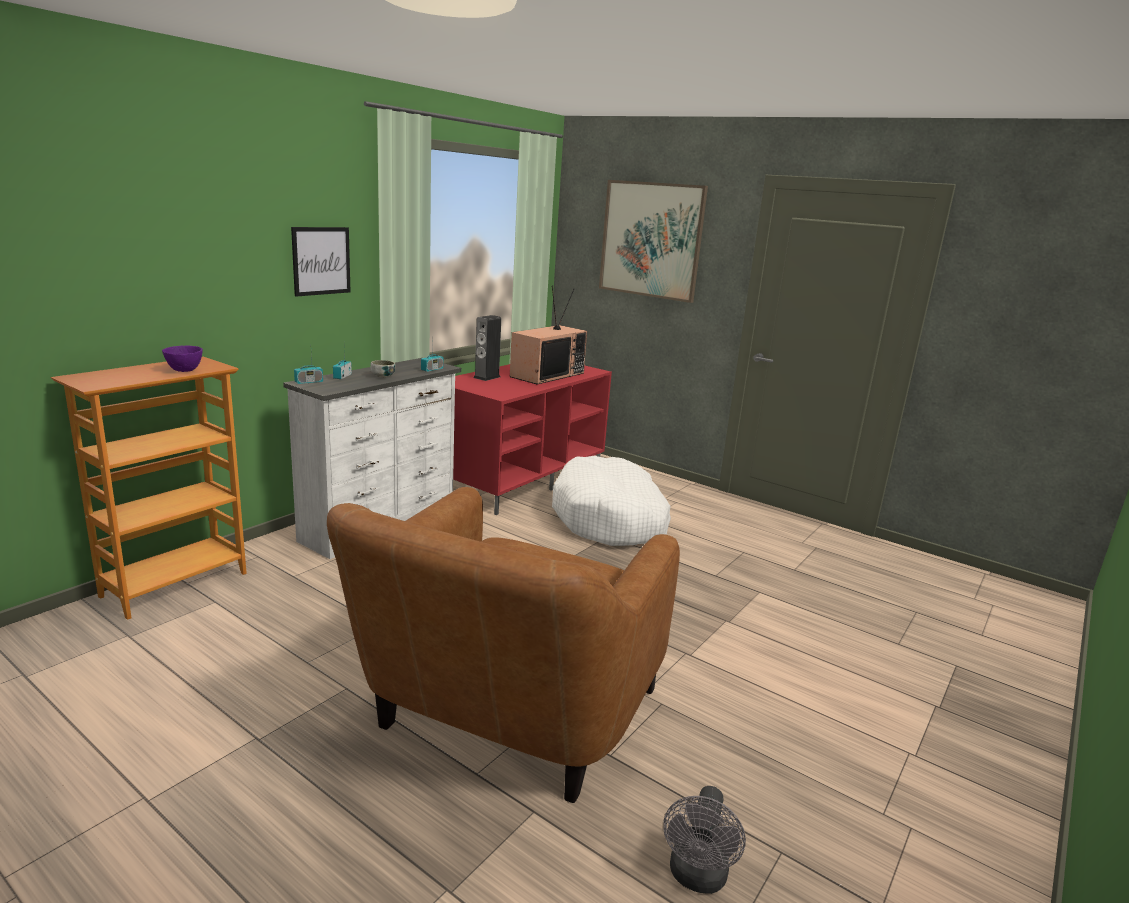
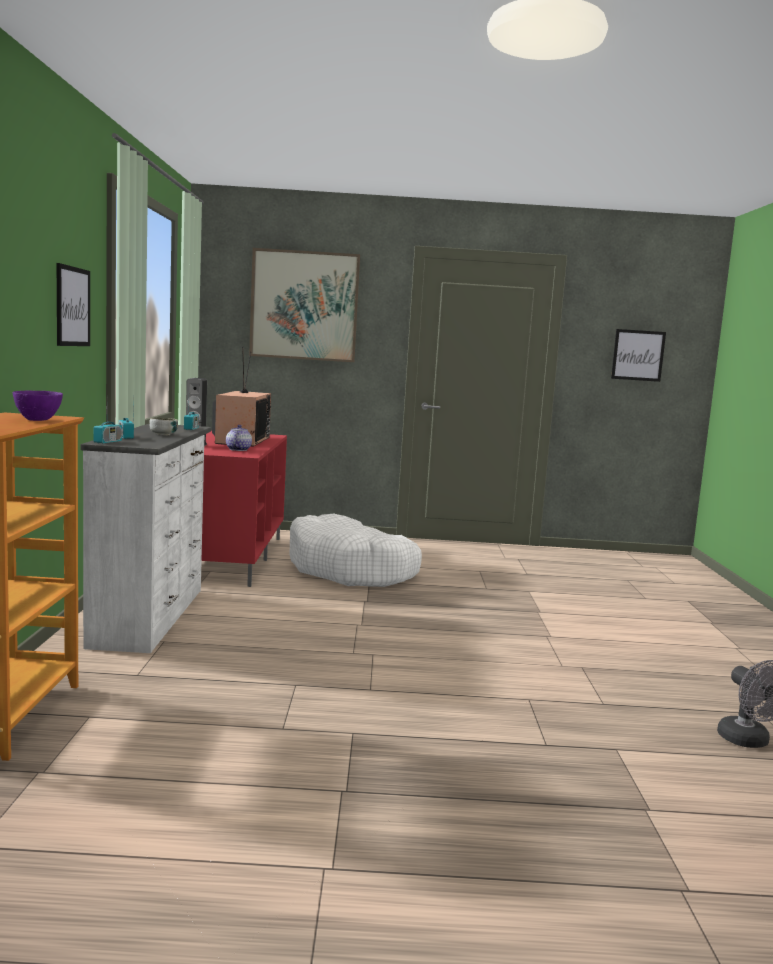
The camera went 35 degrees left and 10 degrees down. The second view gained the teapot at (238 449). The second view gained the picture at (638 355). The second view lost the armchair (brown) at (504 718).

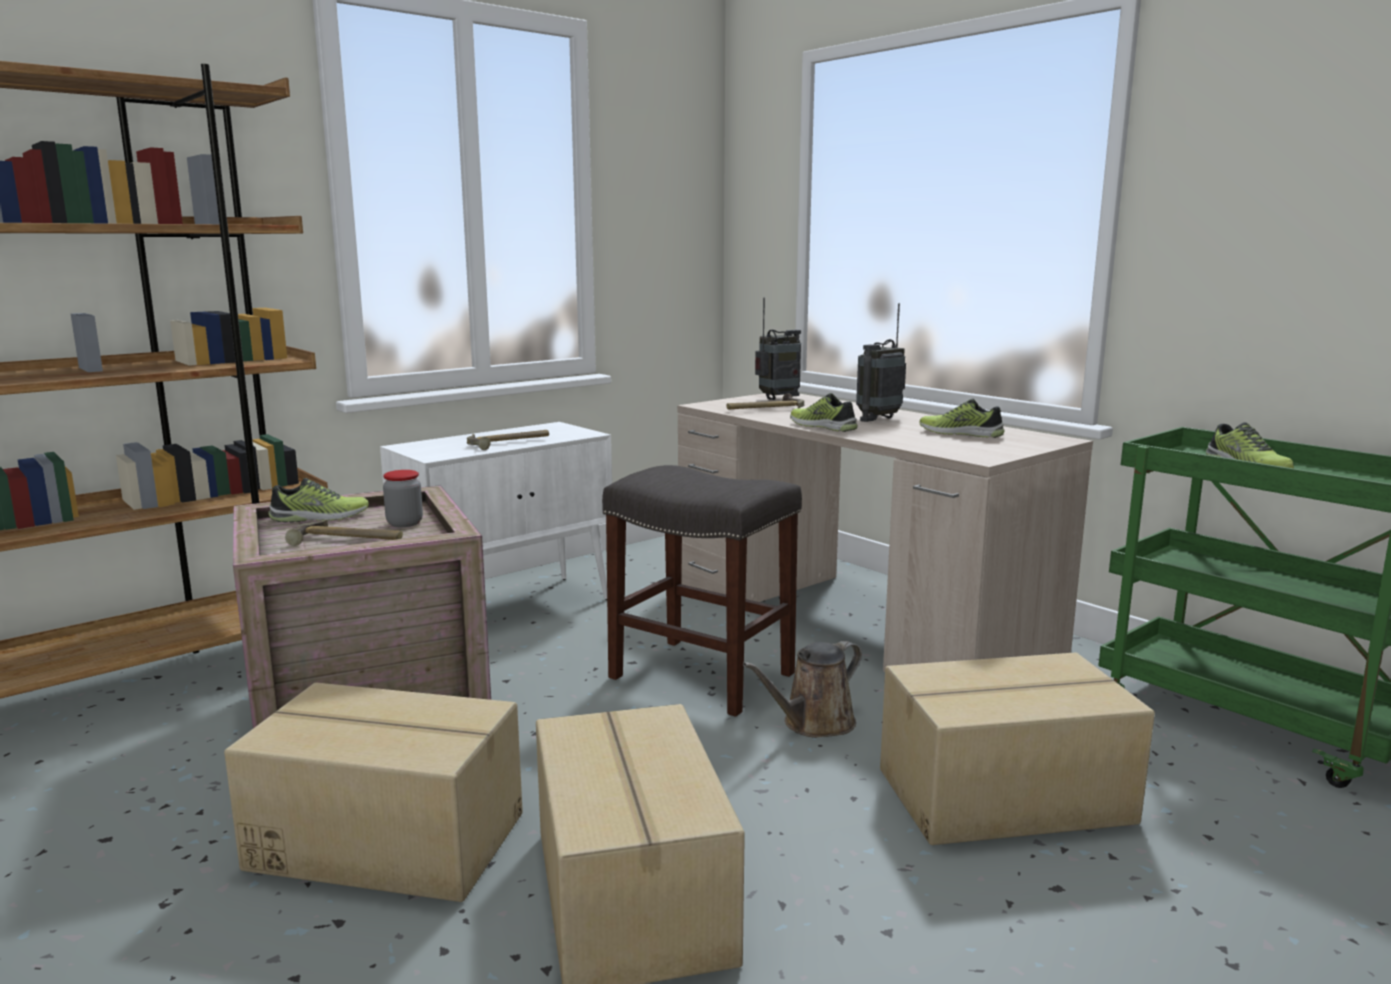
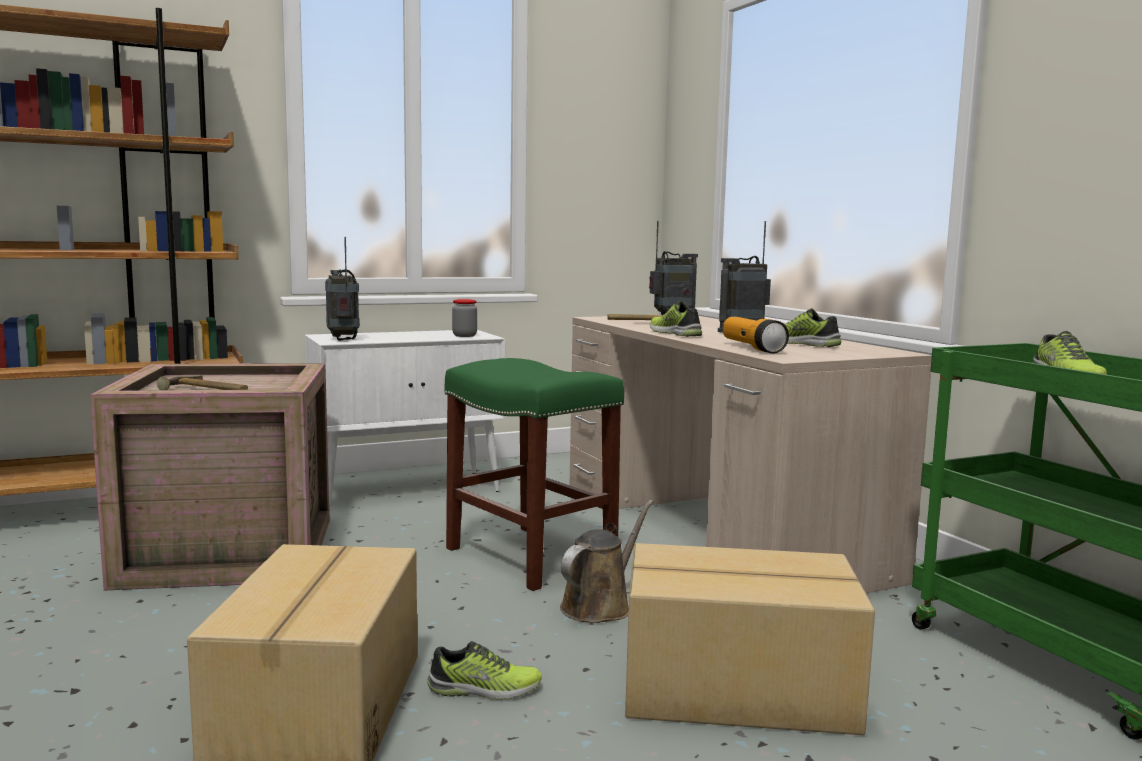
The camera went 15 degrees right and 5 degrees down. The second view gained the radio at (343 339). The shoe ended up elsewhere, having gone from (319 517) to (484 690). What was the stool (grey) at (699 675) turned into the stool (green) at (527 556). The jar ended up elsewhere, having gone from (404 523) to (464 336). The watering can (brown) at (813 724) ended up facing another way, 150 degrees clockwise from before. The second view gained the flashlight at (752 348). The second view lost the cardboard box at (388 839). The second view lost the hammer at (510 443).

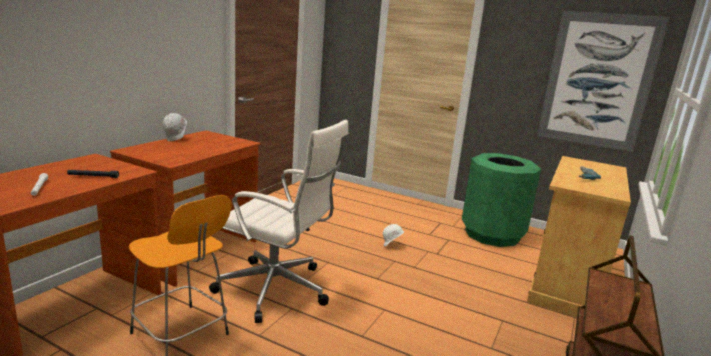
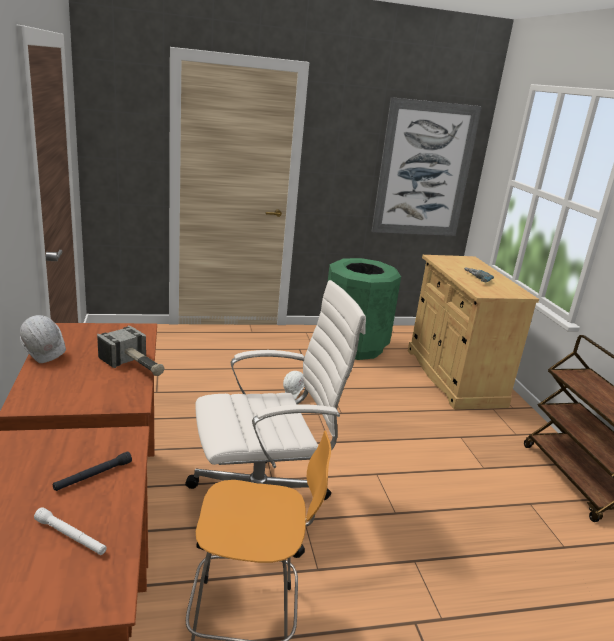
The camera went 40 degrees left and 5 degrees up. The second view gained the hammer at (135 366).

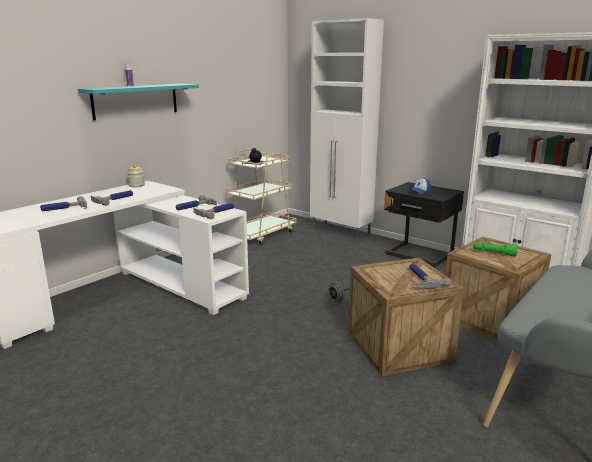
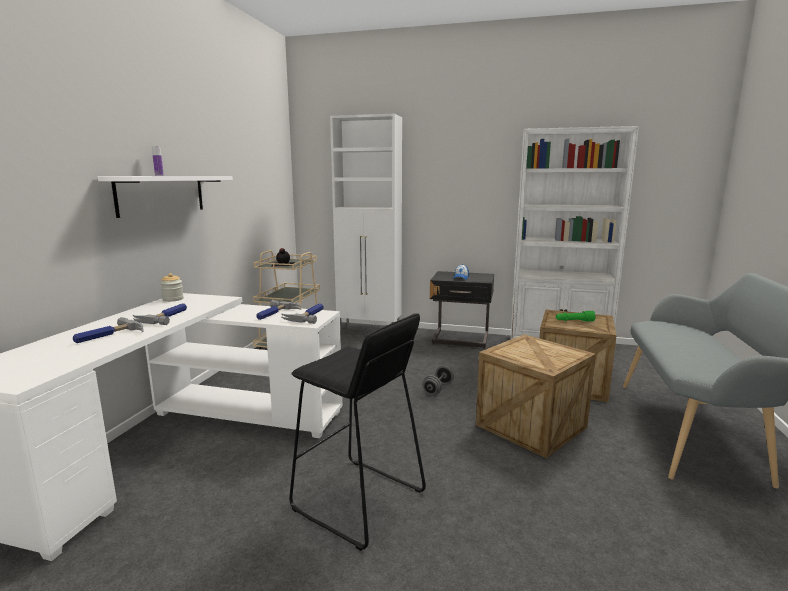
The camera went 25 degrees left and 5 degrees down. What was the shelf (turquoise) at (136 101) turned into the shelf (white) at (162 194). The second view gained the stool (black) at (358 501). The second view lost the hammer at (420 279).

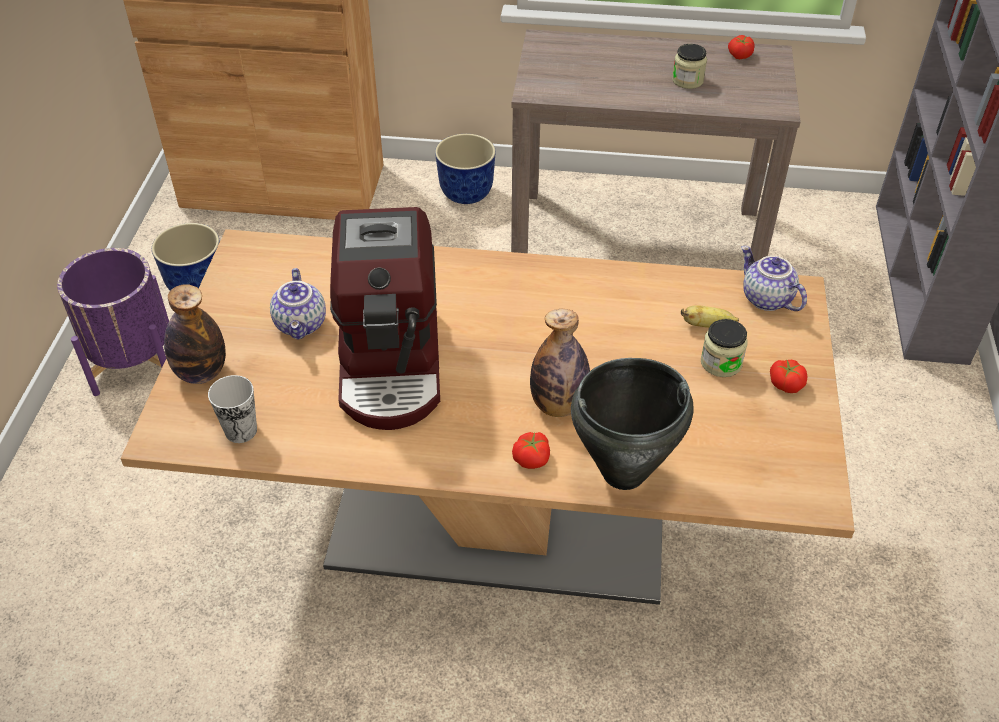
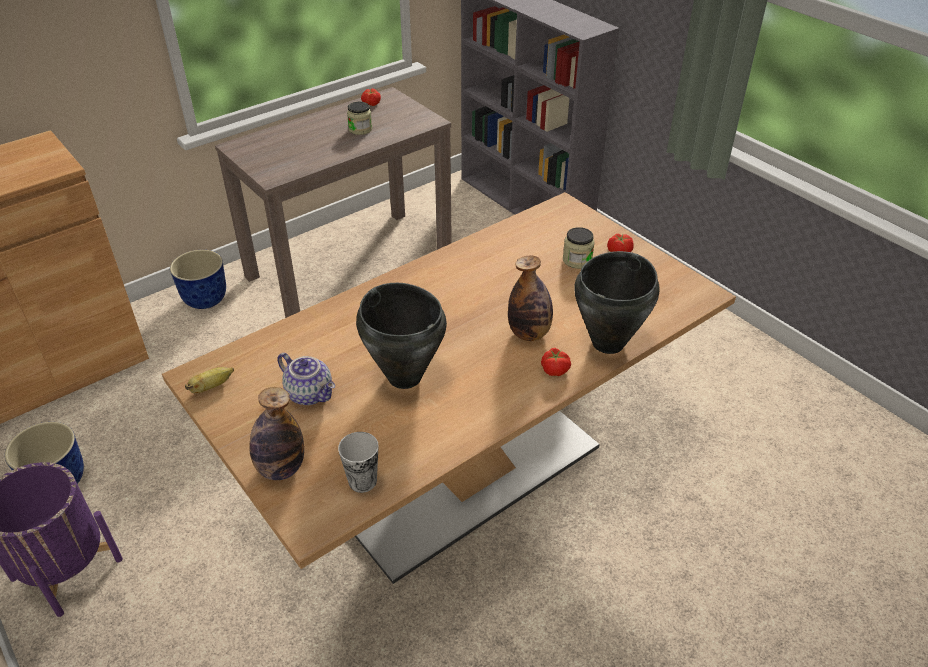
The camera went 45 degrees left and 5 degrees down. The banana ended up elsewhere, having gone from (707 326) to (211 387). Where the coffee machine stood at (392 364), the cooking pot (black) came to stand at (405 376). The second view lost the teapot at (765 299).

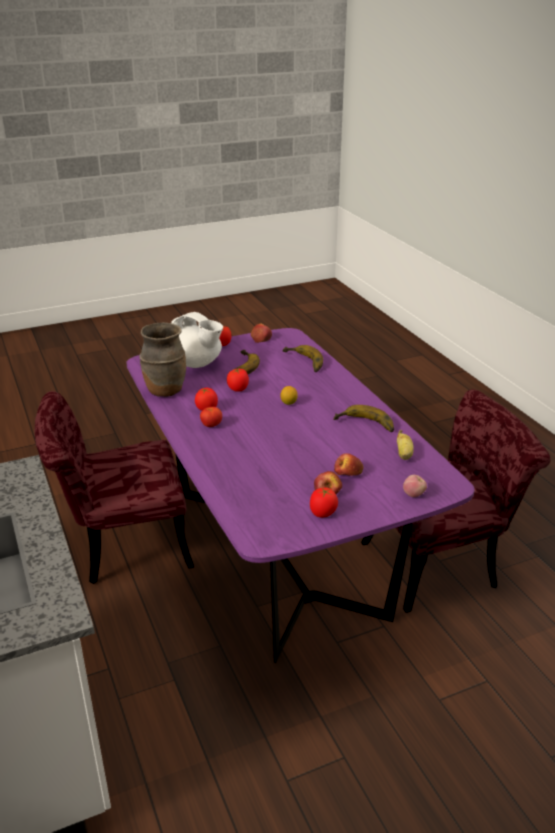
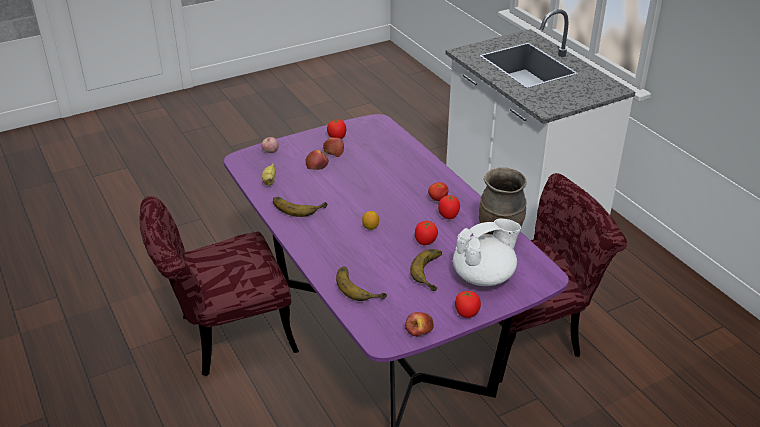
The camera went 175 degrees right and 5 degrees up. The teapot (white) at (196 364) ended up facing another way, 120 degrees clockwise from before.

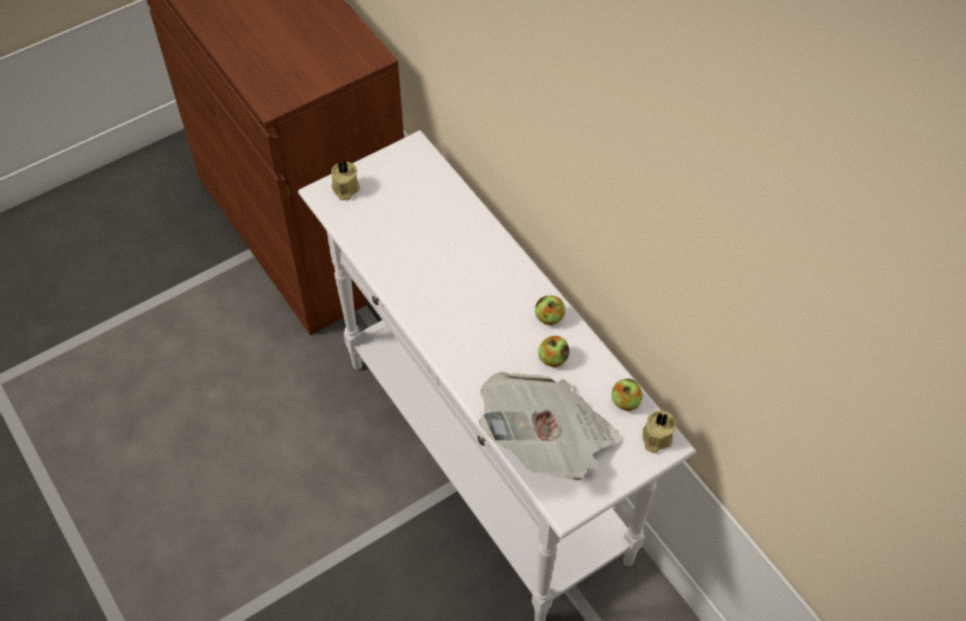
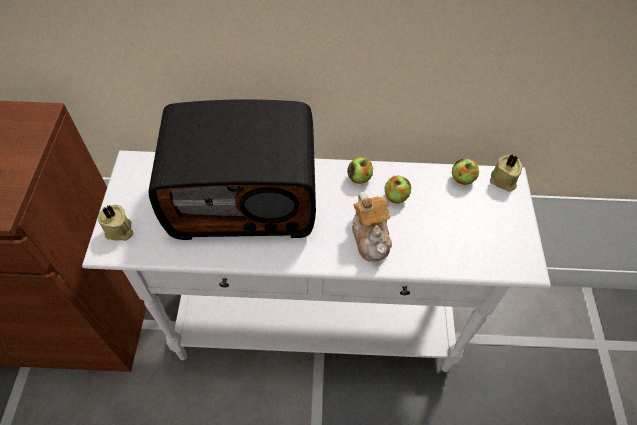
The camera went 55 degrees left and 0 degrees up. The second view gained the radio at (244 196). The second view gained the teapot at (371 237). The second view lost the newspaper at (549 441).

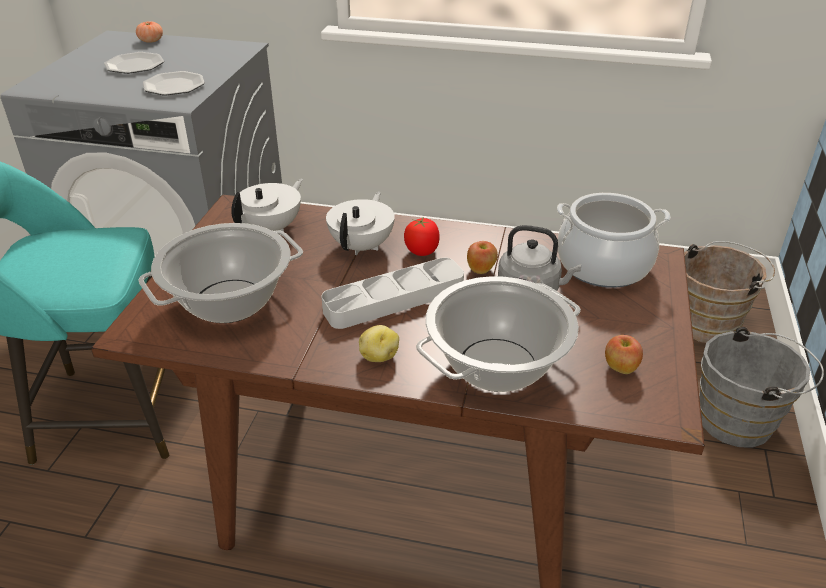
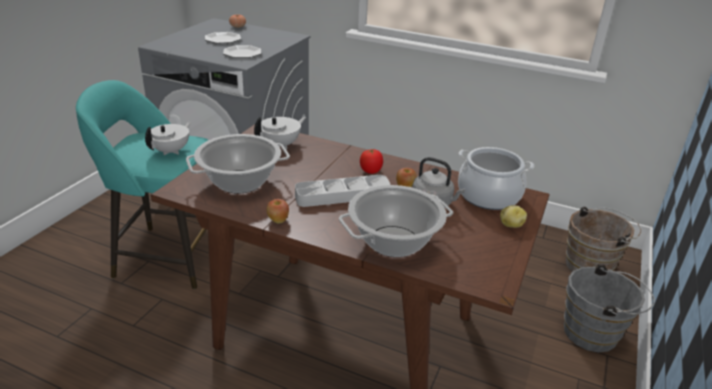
The camera went 10 degrees right and 5 degrees down. The teapot (white) ended up elsewhere, having gone from (362 246) to (171 151). The apple ended up elsewhere, having gone from (620 368) to (278 220). The potato ended up elsewhere, having gone from (378 356) to (510 225).

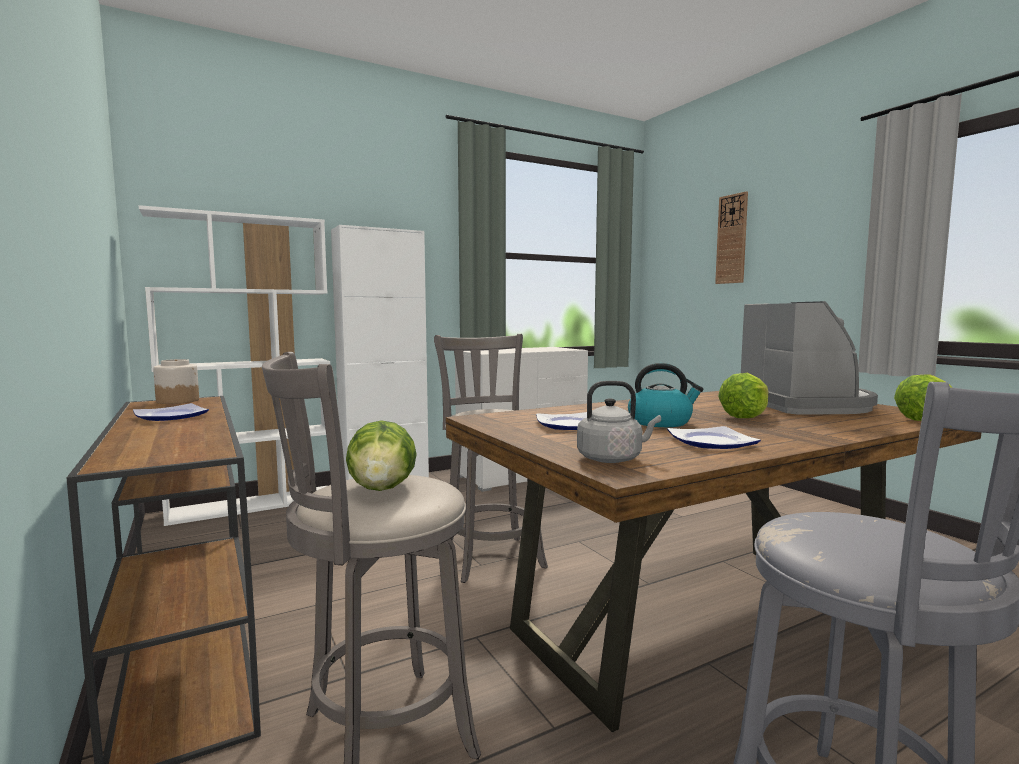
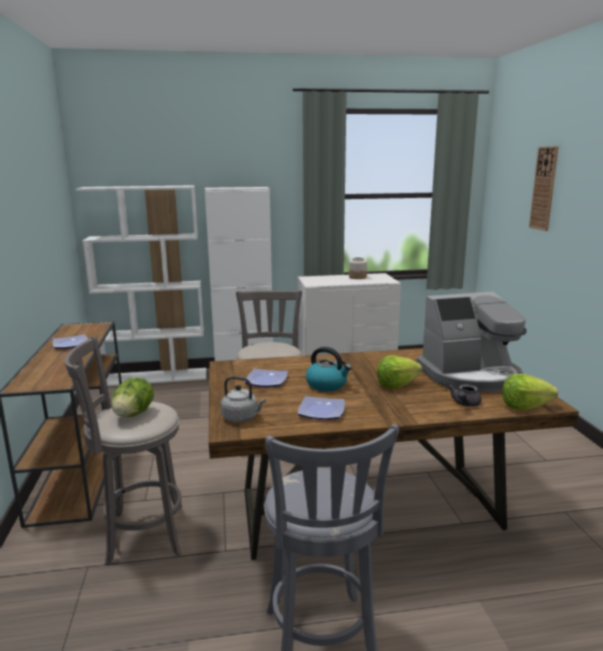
The camera went 20 degrees right and 10 degrees up. The jar ended up elsewhere, having gone from (177 401) to (357 277). The coffee machine at (806 405) ended up facing another way, 60 degrees clockwise from before. The second view gained the teapot (grey) at (464 404).

